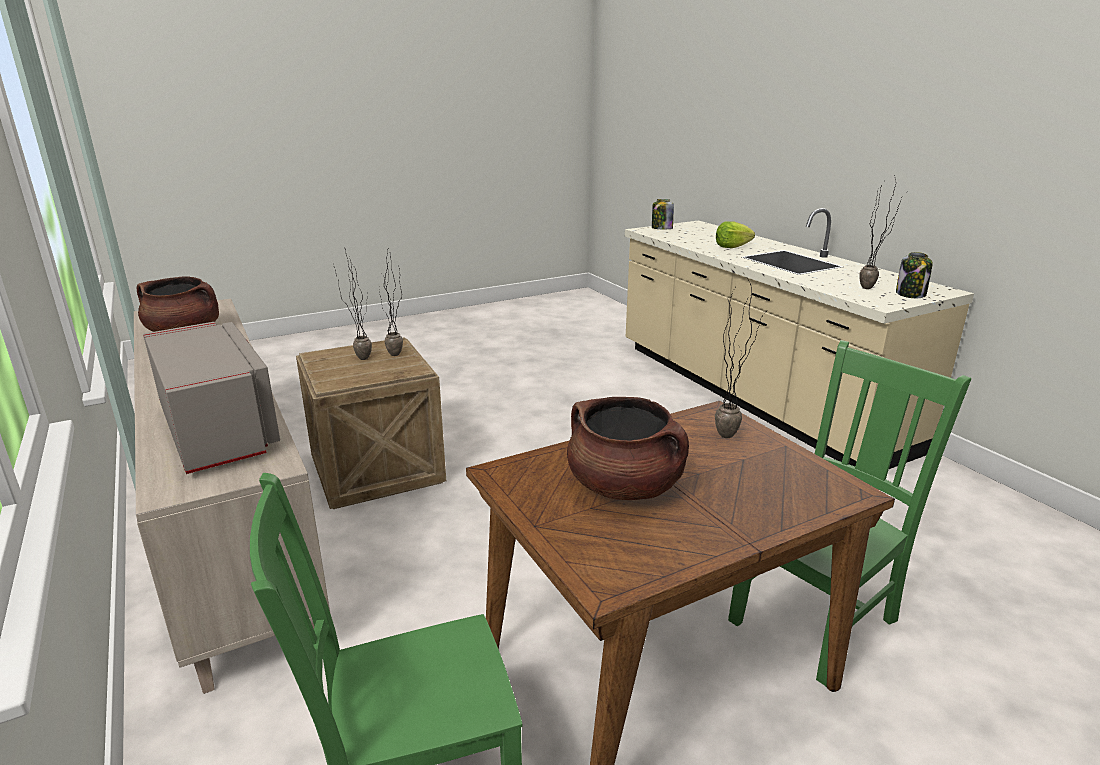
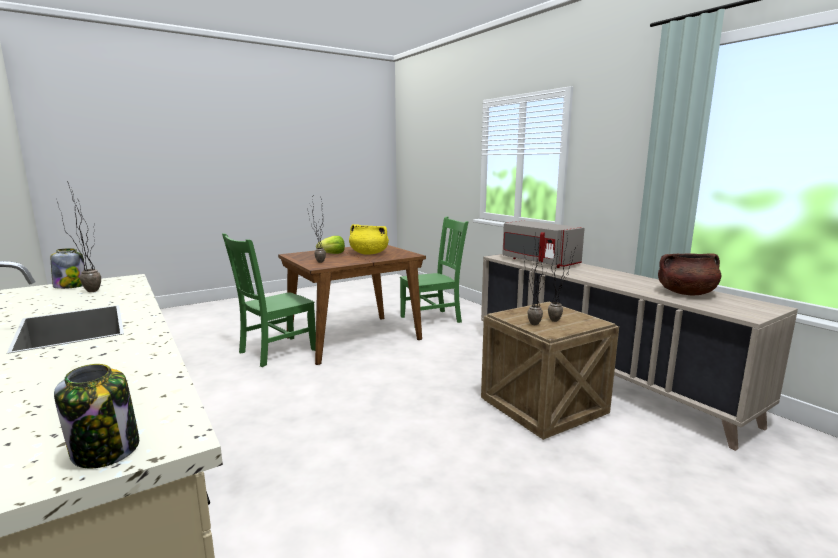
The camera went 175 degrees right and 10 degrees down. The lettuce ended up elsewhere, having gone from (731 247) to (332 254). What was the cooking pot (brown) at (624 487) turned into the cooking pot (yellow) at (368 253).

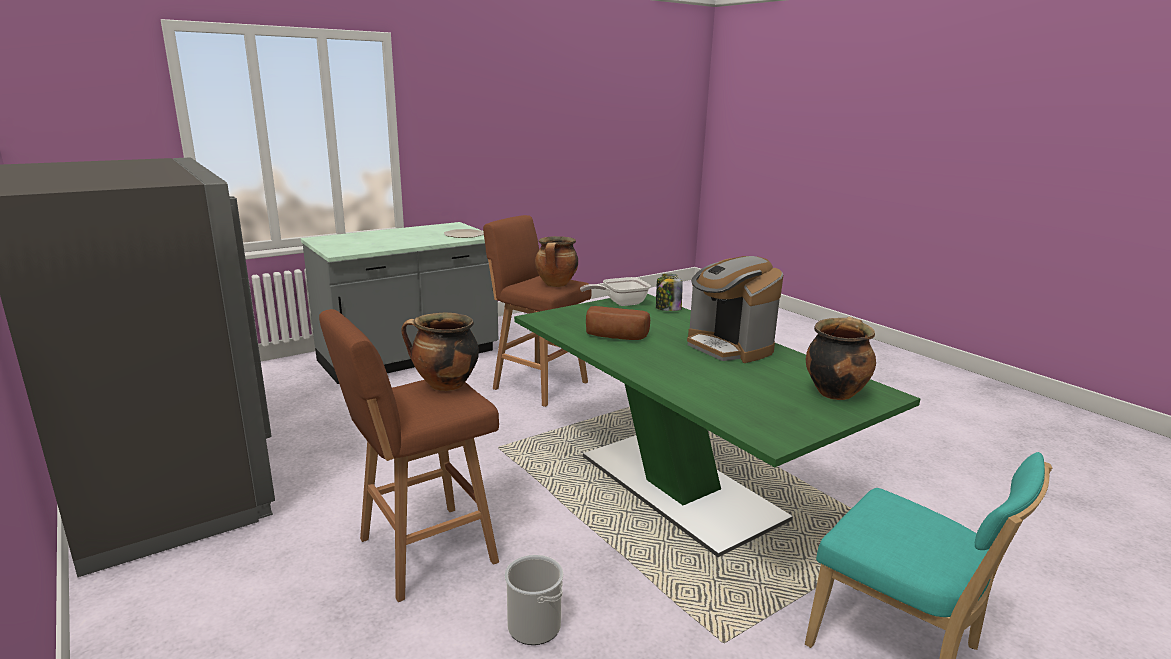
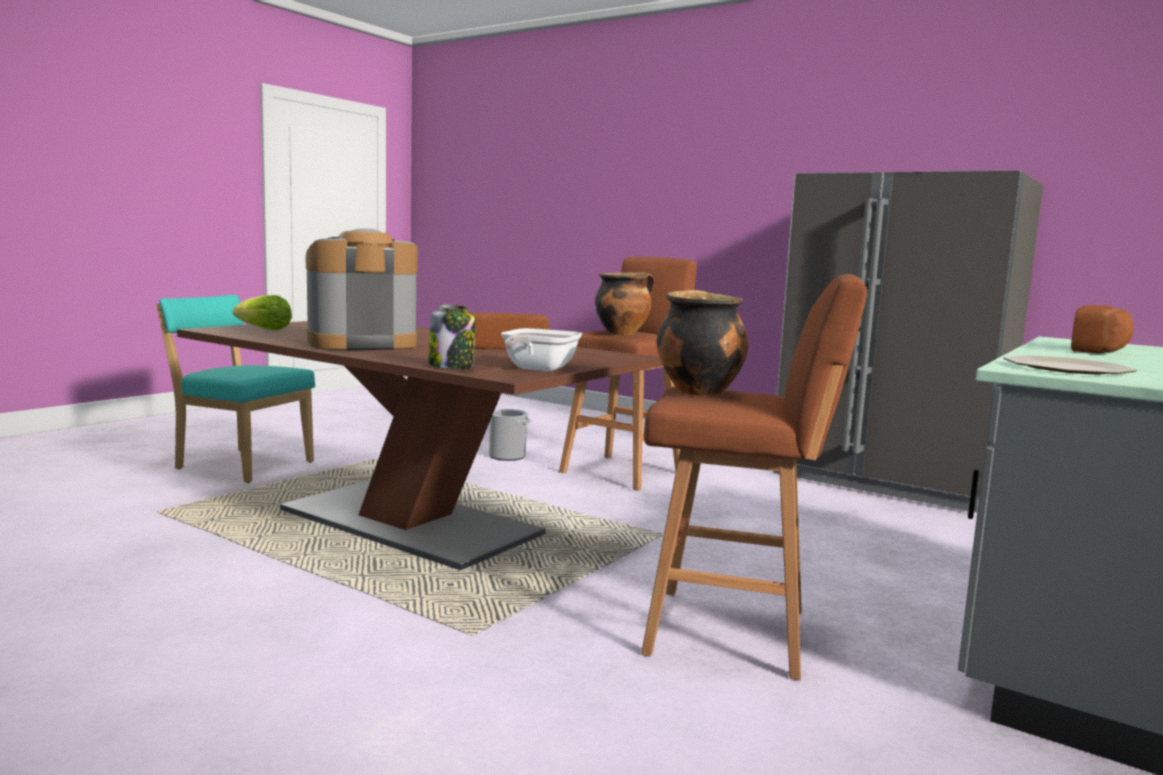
The camera went 160 degrees right and 10 degrees down. What was the dining table (green) at (679 487) turned into the dining table (brown) at (409 523). Where the cooking pot stood at (835 392), the lettuce came to stand at (265 329). The coffee machine at (728 347) ended up facing another way, 60 degrees counterclockwise from before. The frying pan at (620 303) ended up facing another way, 150 degrees clockwise from before. The second view gained the bread at (1101 350).

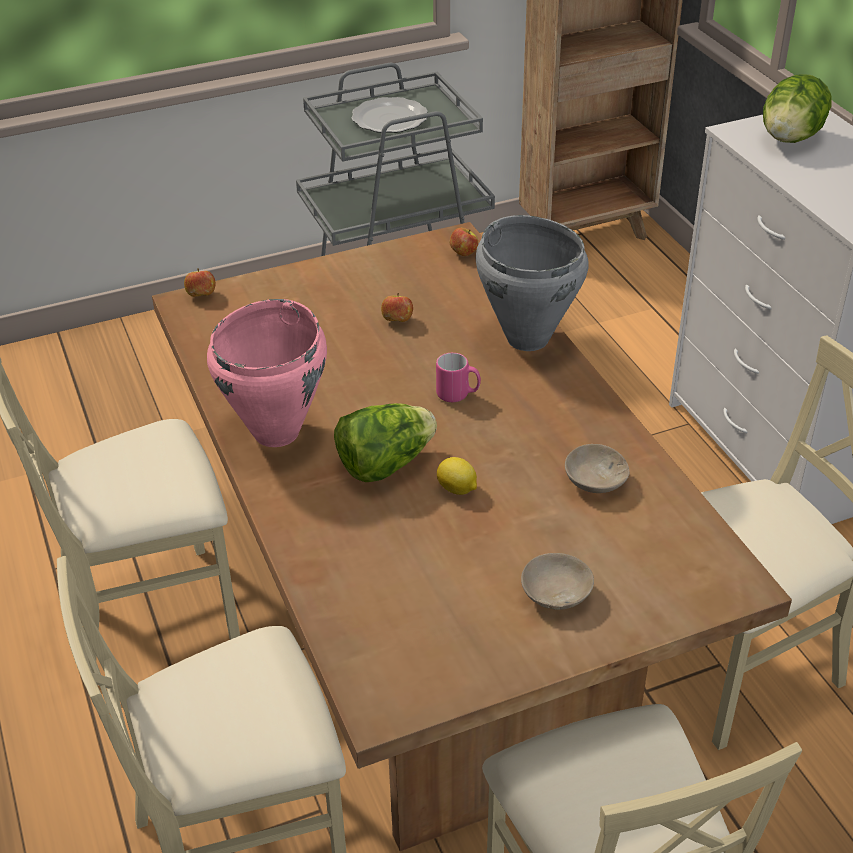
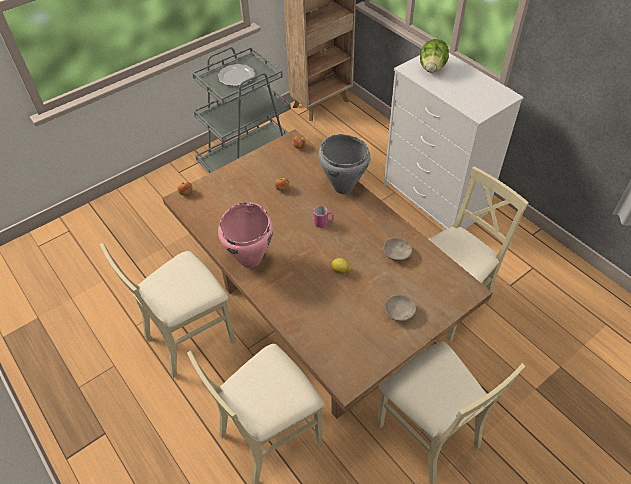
The camera went 15 degrees left and 10 degrees up. The second view lost the lettuce at (385 464).

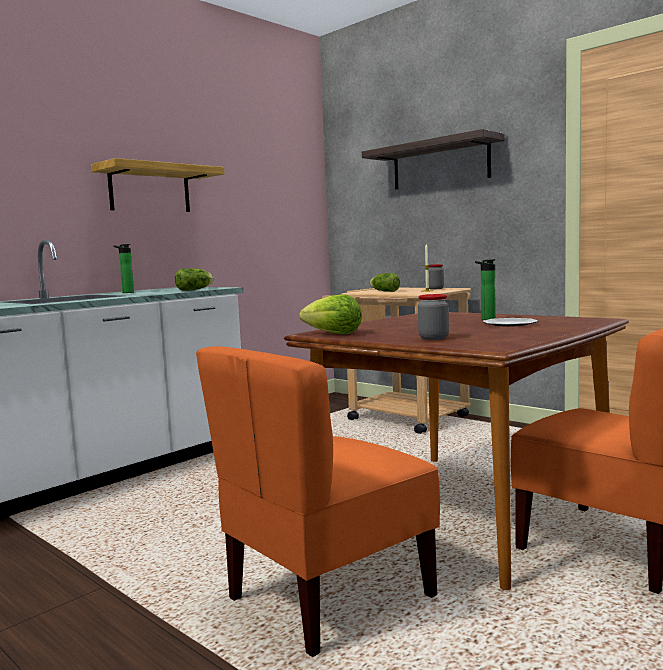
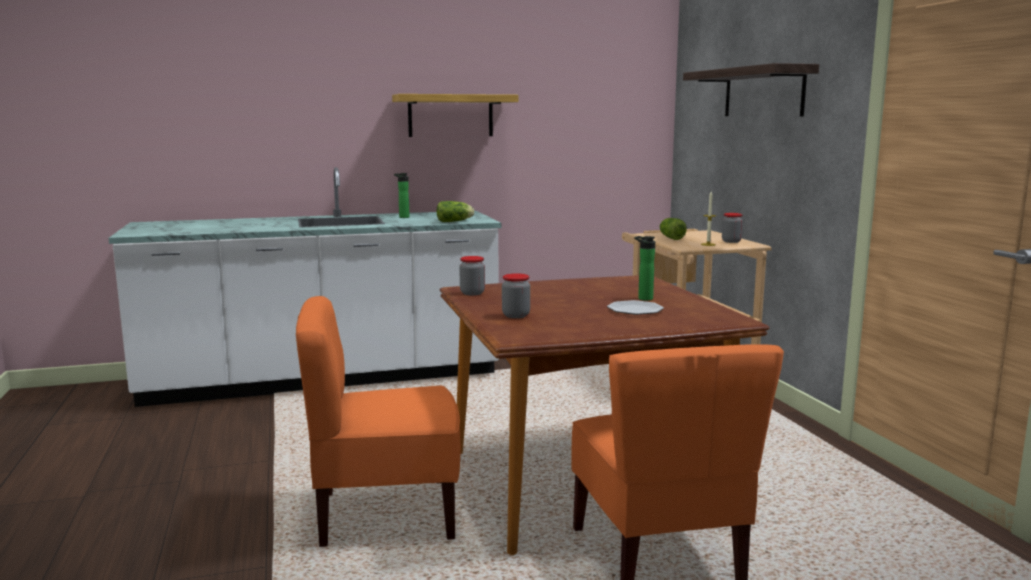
The camera went 30 degrees right and 5 degrees up. Where the lettuce stood at (334 334), the jar came to stand at (472 293).

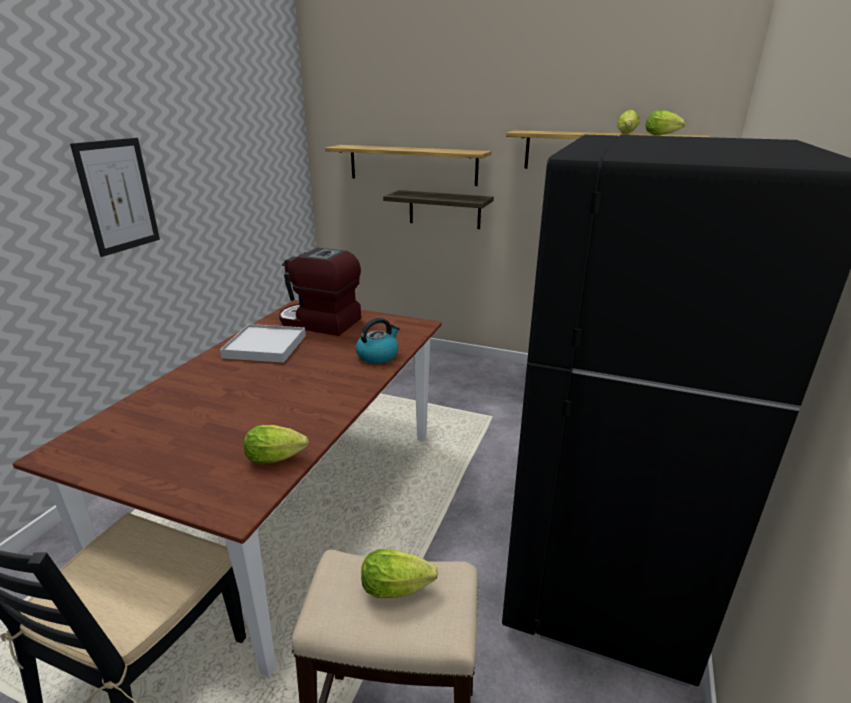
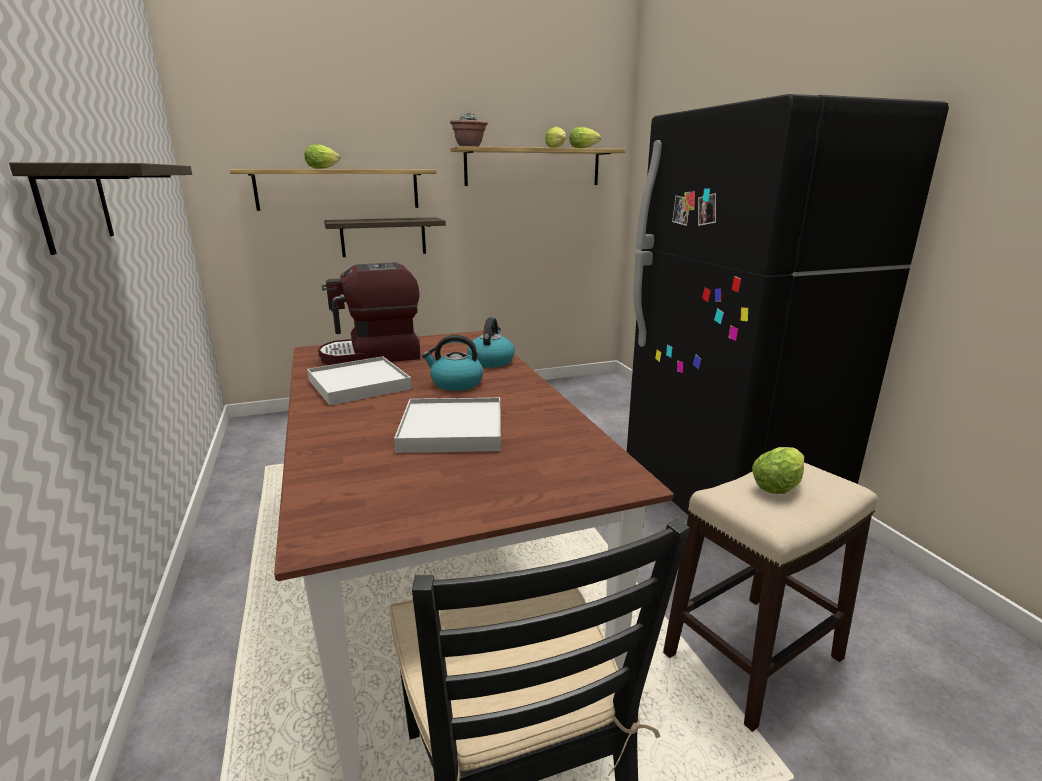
The camera went 40 degrees left and 5 degrees down. Where the picture hung at (118 196), the shelf came to hang at (74 205). The lettuce ended up elsewhere, having gone from (279 458) to (324 169). The second view gained the tray (white) at (451 430). The second view gained the kettle at (456 383). The second view gained the potted plant at (469 146).

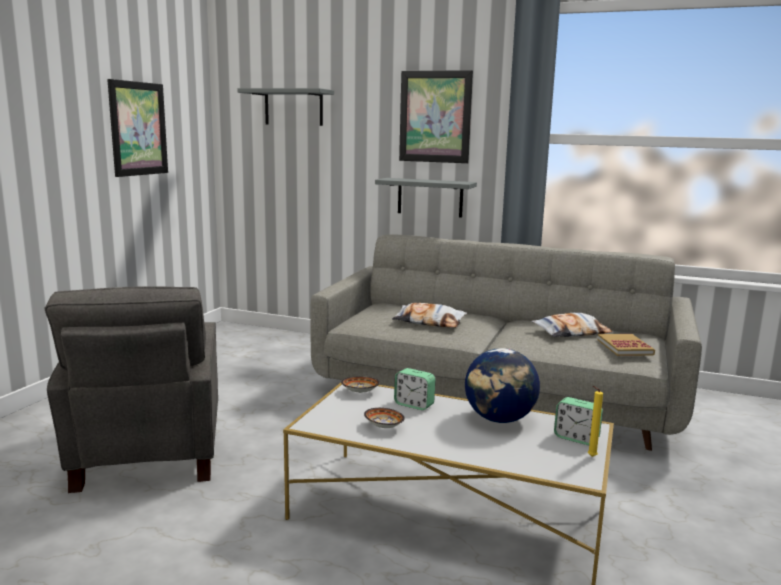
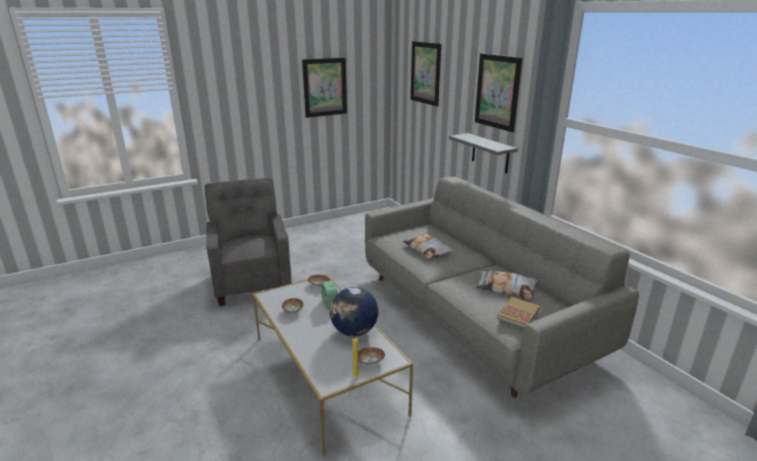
The camera went 40 degrees right and 10 degrees up. The armchair (grey) at (148 455) ended up facing another way, 135 degrees clockwise from before. Where the alarm clock stood at (576 438), the bowl came to stand at (370 362). Where the shelf (grey) hung at (293 107), the picture came to hang at (425 73).

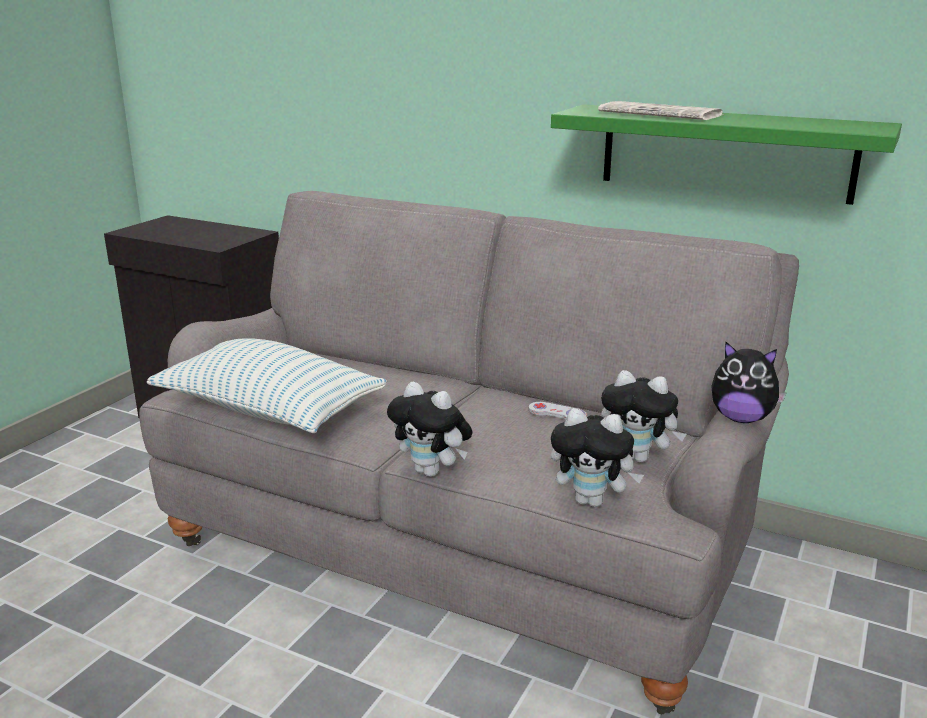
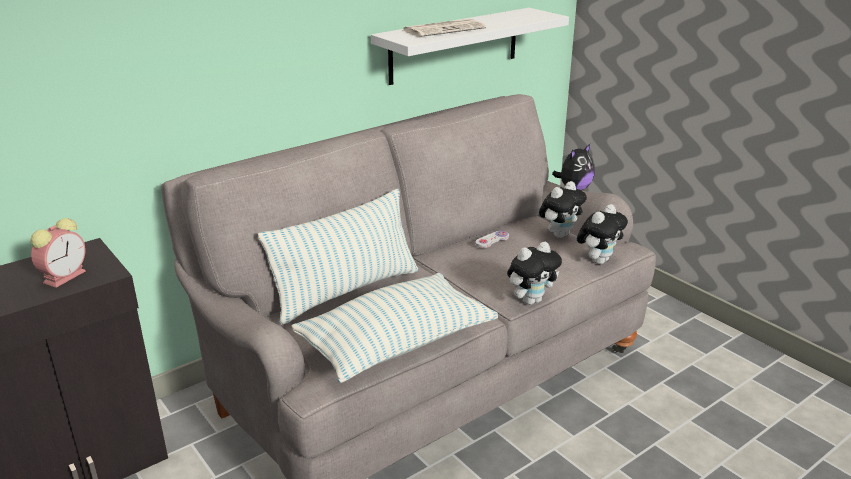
The camera went 65 degrees left and 5 degrees up. The second view gained the alarm clock at (65 276). The second view gained the pillow at (346 291). What was the shelf (green) at (725 152) turned into the shelf (white) at (455 45).

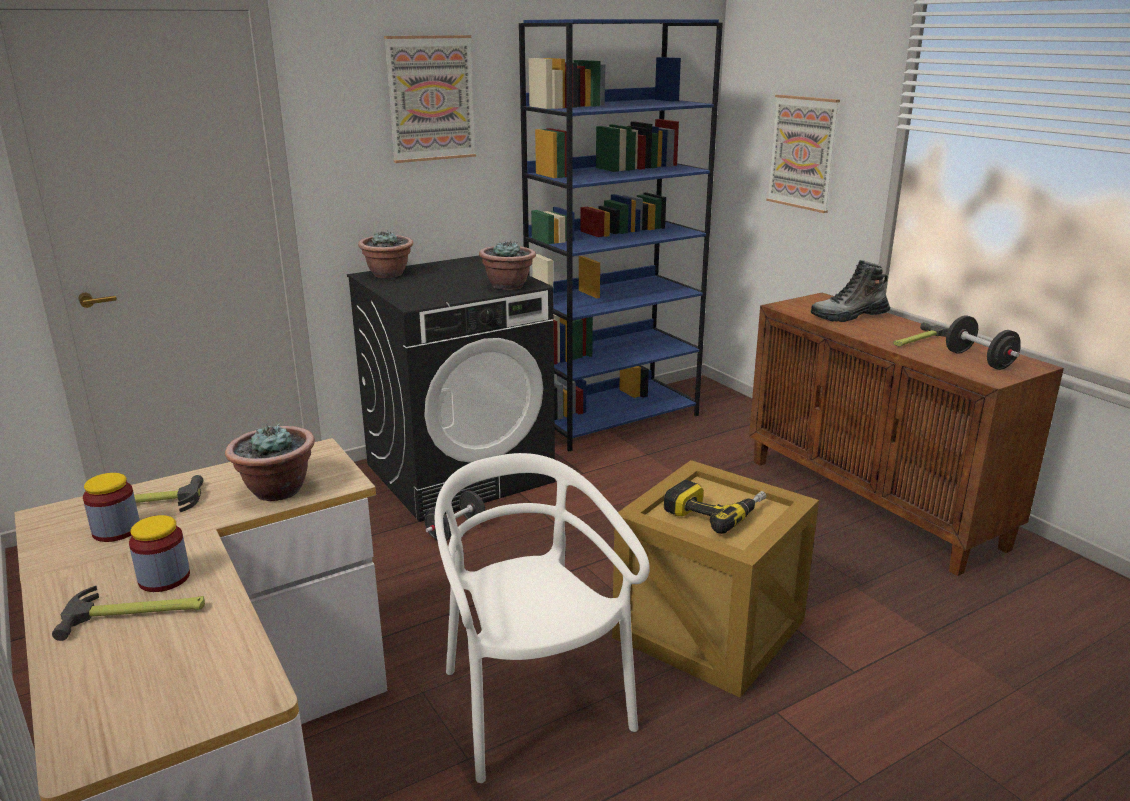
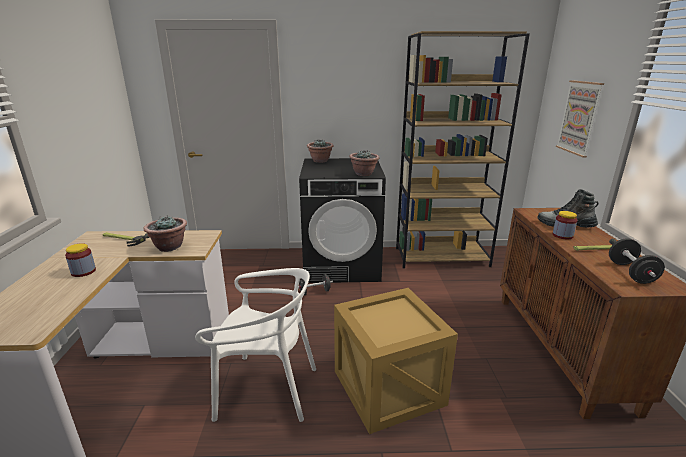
The camera went 30 degrees right and 0 degrees up. The chair (white) at (532 705) ended up facing another way, 90 degrees clockwise from before. What was the bookcase (blue) at (614 418) turned into the bookcase (brown) at (442 257). The jar ended up elsewhere, having gone from (116 530) to (562 235). The second view lost the hammer at (137 614). The second view lost the picture at (431 98). The second view lost the power drill at (715 512).

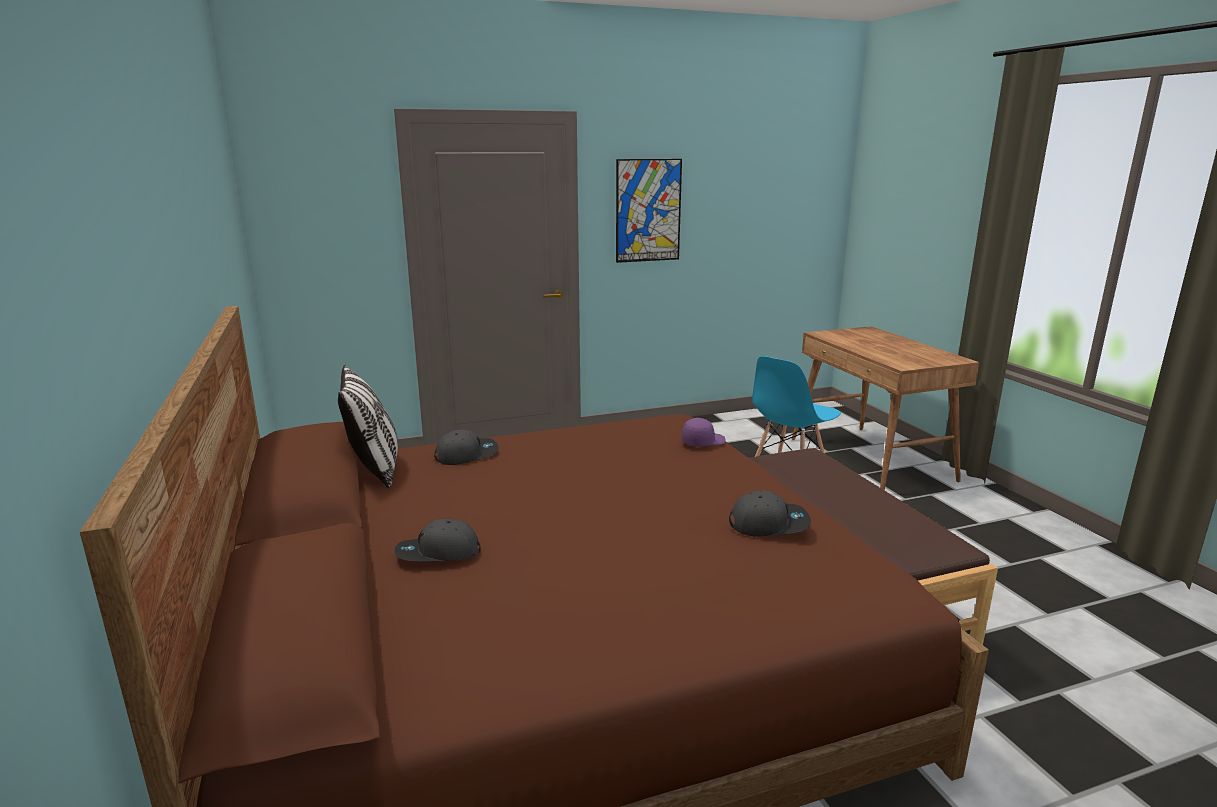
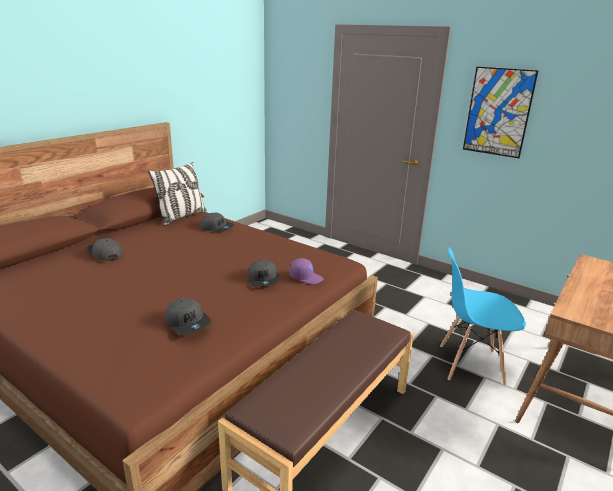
The camera went 55 degrees right and 5 degrees up. The second view gained the cap (grey) at (263 279).

